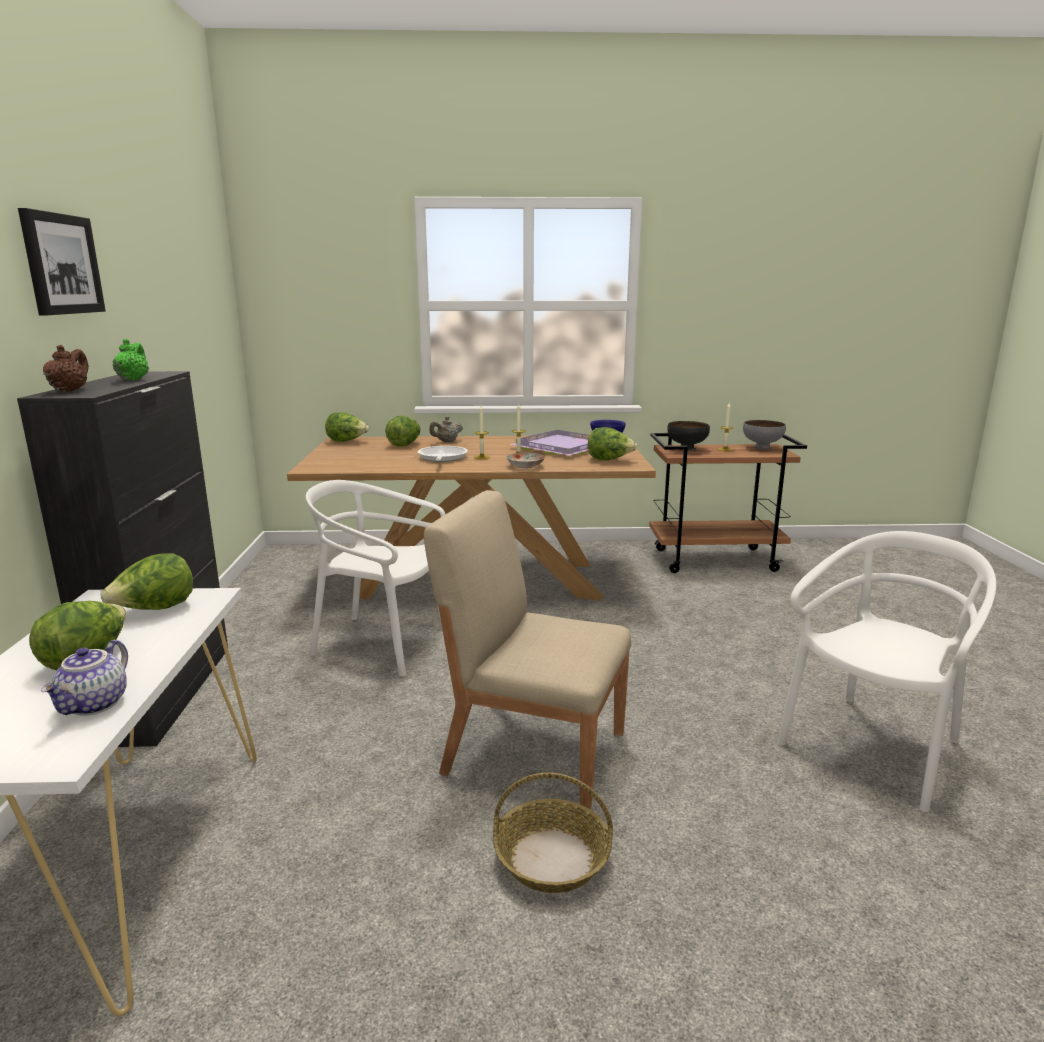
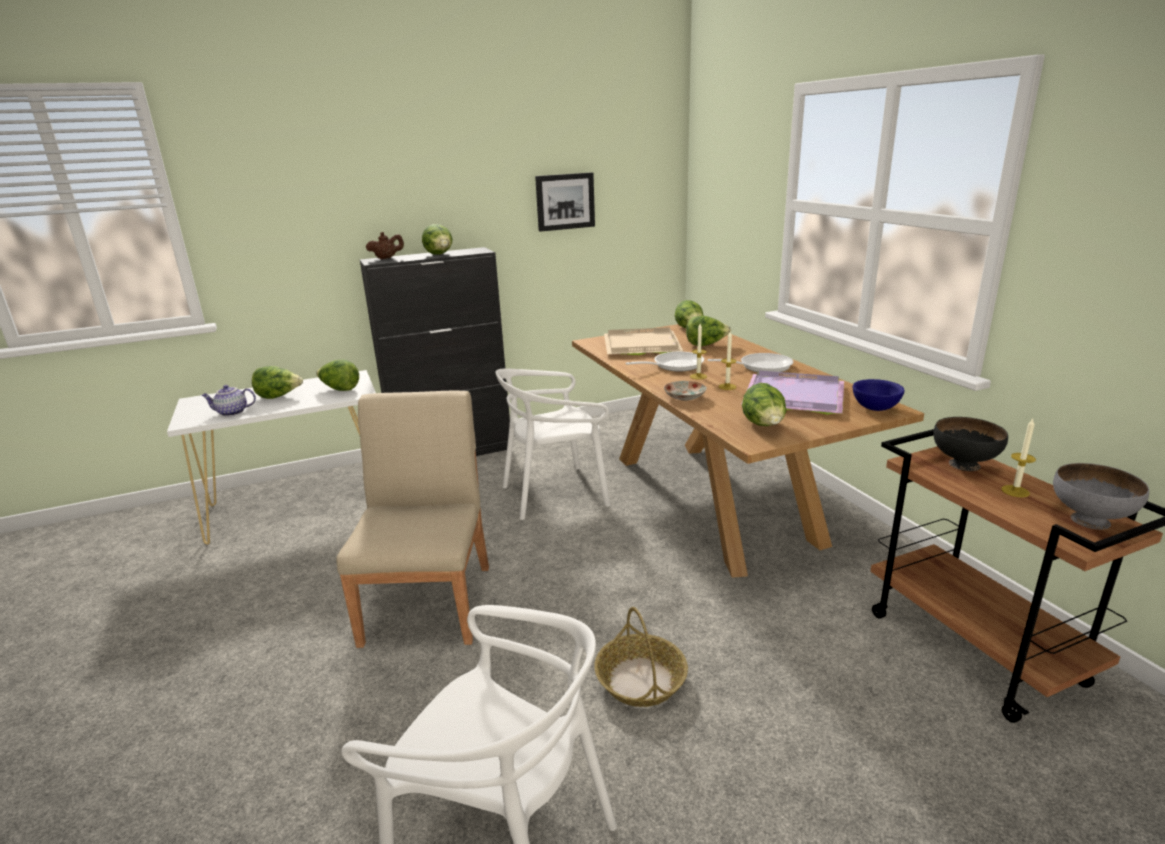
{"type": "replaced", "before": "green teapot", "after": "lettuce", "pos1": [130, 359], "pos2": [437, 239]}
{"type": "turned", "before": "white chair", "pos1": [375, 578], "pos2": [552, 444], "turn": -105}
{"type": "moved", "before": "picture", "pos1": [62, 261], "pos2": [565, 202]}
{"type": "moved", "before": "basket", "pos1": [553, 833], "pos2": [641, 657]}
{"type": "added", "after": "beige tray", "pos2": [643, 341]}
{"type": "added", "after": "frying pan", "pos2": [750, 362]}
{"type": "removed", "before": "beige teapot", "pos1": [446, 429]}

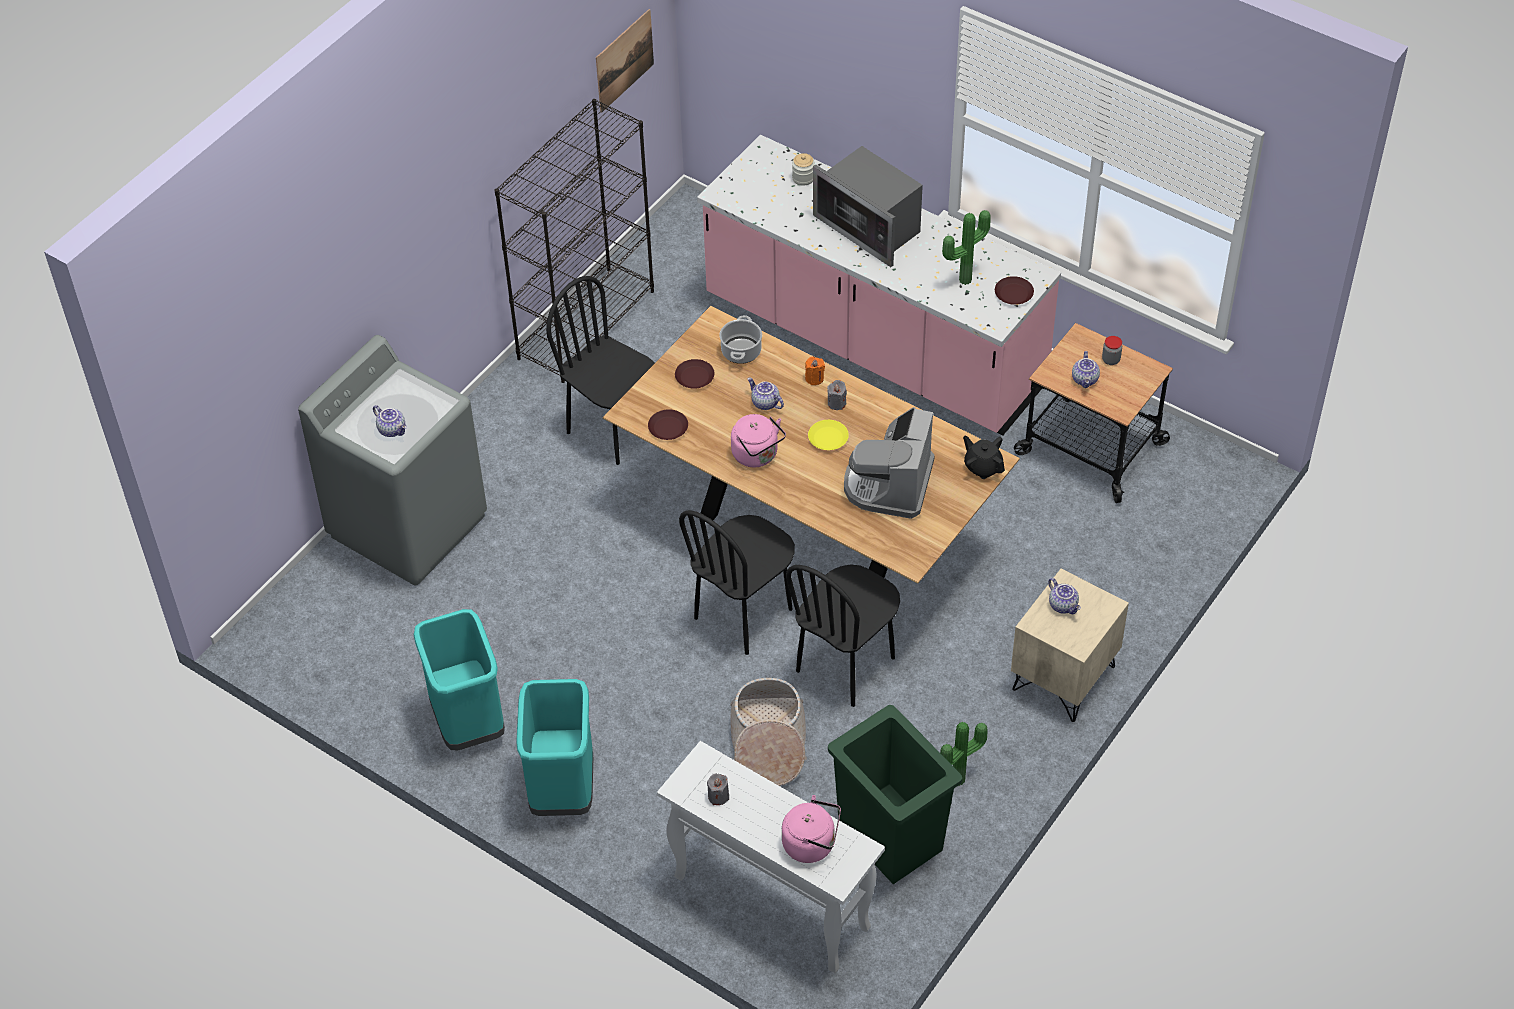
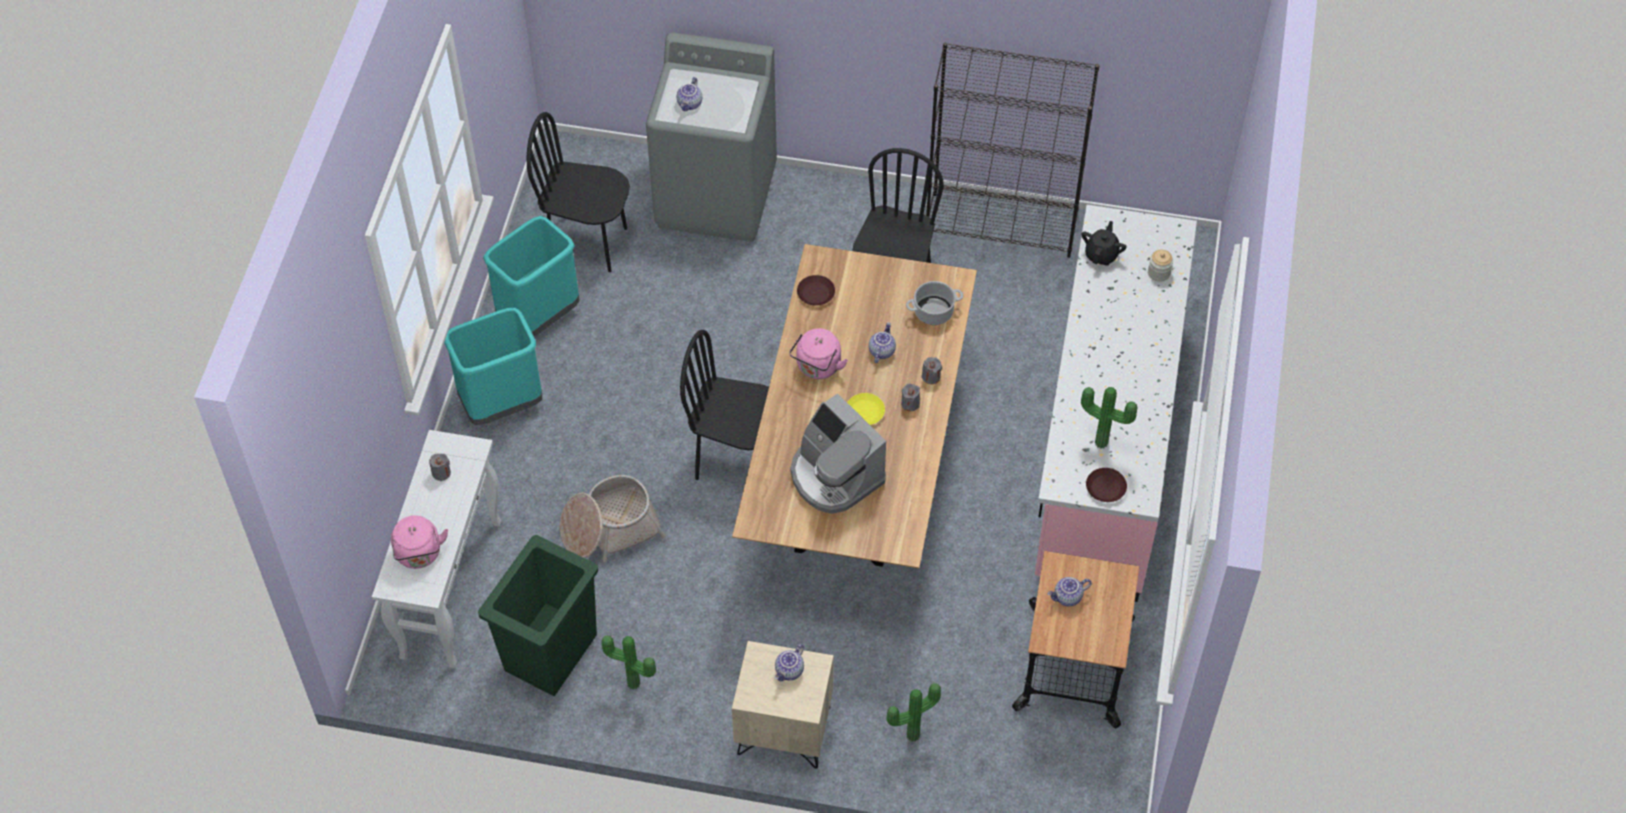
{"type": "moved", "before": "black chair", "pos1": [843, 635], "pos2": [578, 192]}
{"type": "turned", "before": "coffee machine", "pos1": [889, 463], "pos2": [838, 454], "turn": -120}
{"type": "added", "after": "potted plant", "pos2": [913, 712]}
{"type": "recoloured", "before": "orange candle", "after": "grey candle", "pos1": [815, 371], "pos2": [931, 370]}
{"type": "moved", "before": "black teapot", "pos1": [984, 457], "pos2": [1104, 243]}
{"type": "removed", "before": "picture", "pos1": [625, 61]}
{"type": "removed", "before": "brown plate", "pos1": [694, 374]}
{"type": "removed", "before": "microwave", "pos1": [868, 206]}
{"type": "removed", "before": "jar", "pos1": [1112, 350]}

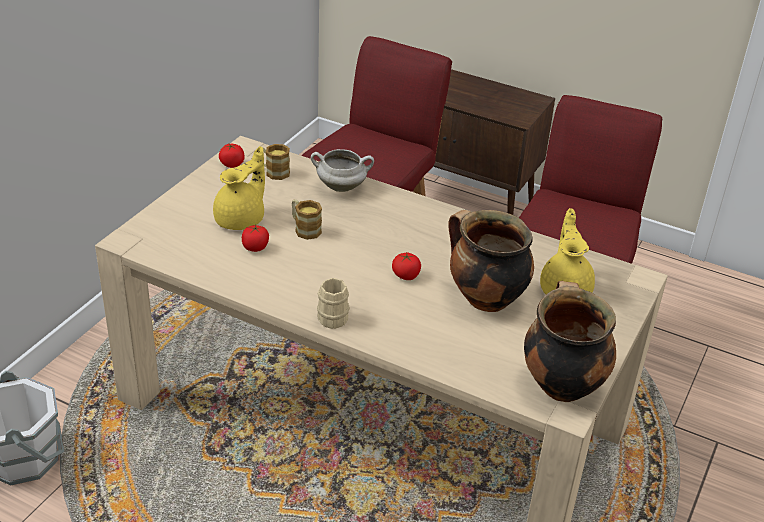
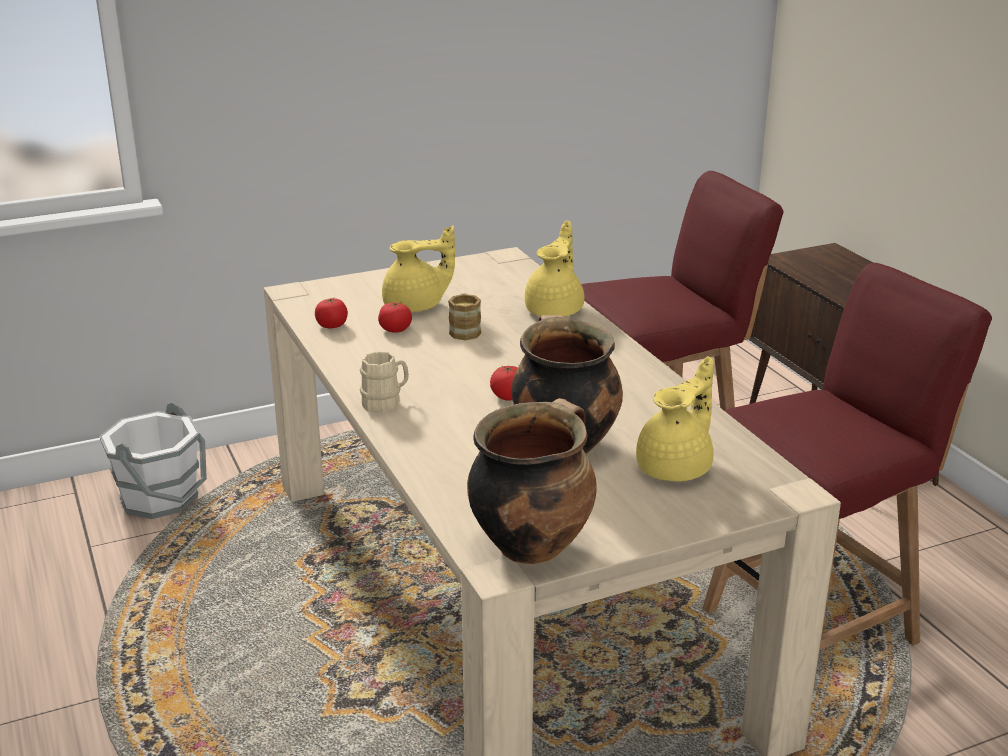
{"type": "moved", "before": "tomato", "pos1": [232, 156], "pos2": [331, 313]}
{"type": "replaced", "before": "white cooking pot", "after": "yellow teapot", "pos1": [342, 170], "pos2": [554, 268]}
{"type": "removed", "before": "mug", "pos1": [275, 162]}

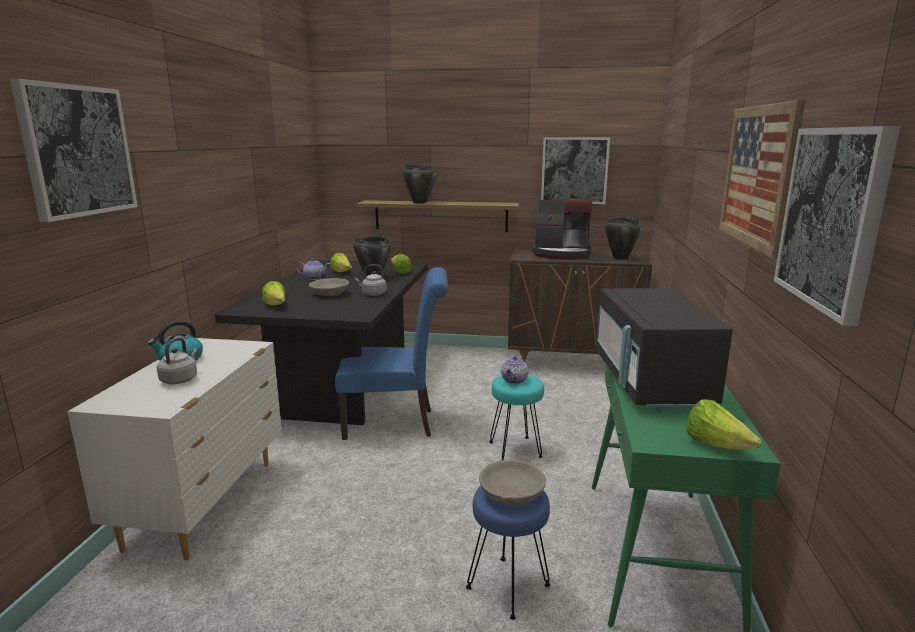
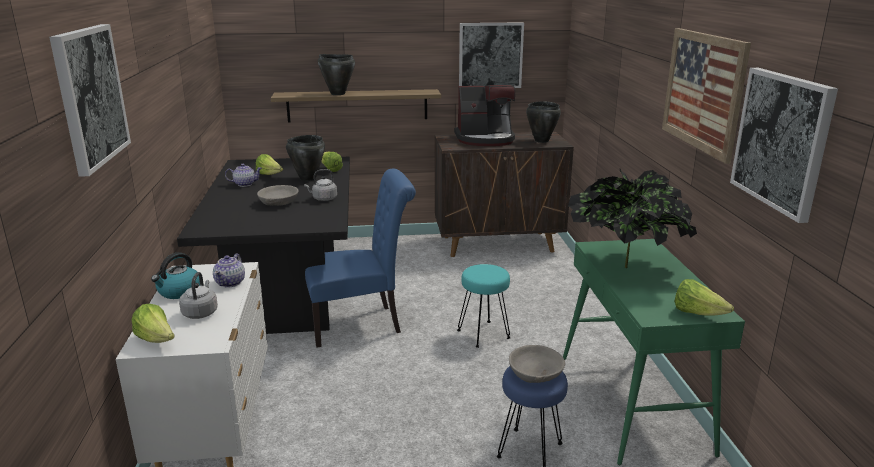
{"type": "moved", "before": "lettuce", "pos1": [274, 293], "pos2": [153, 323]}
{"type": "moved", "before": "teapot", "pos1": [514, 369], "pos2": [229, 270]}
{"type": "replaced", "before": "black microwave", "after": "potted plant", "pos1": [664, 350], "pos2": [632, 218]}

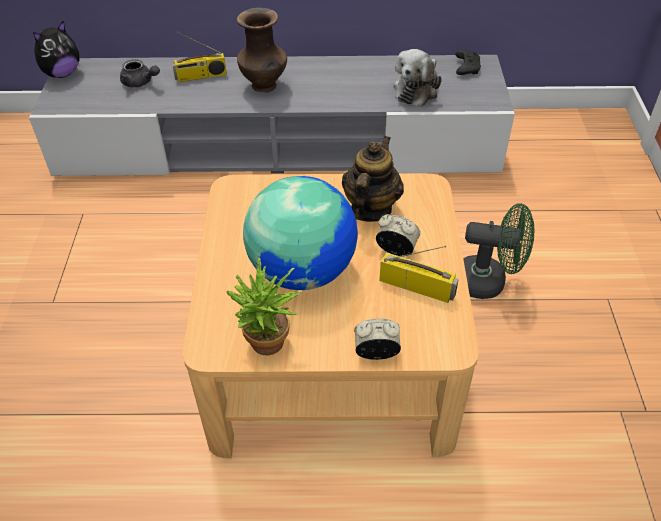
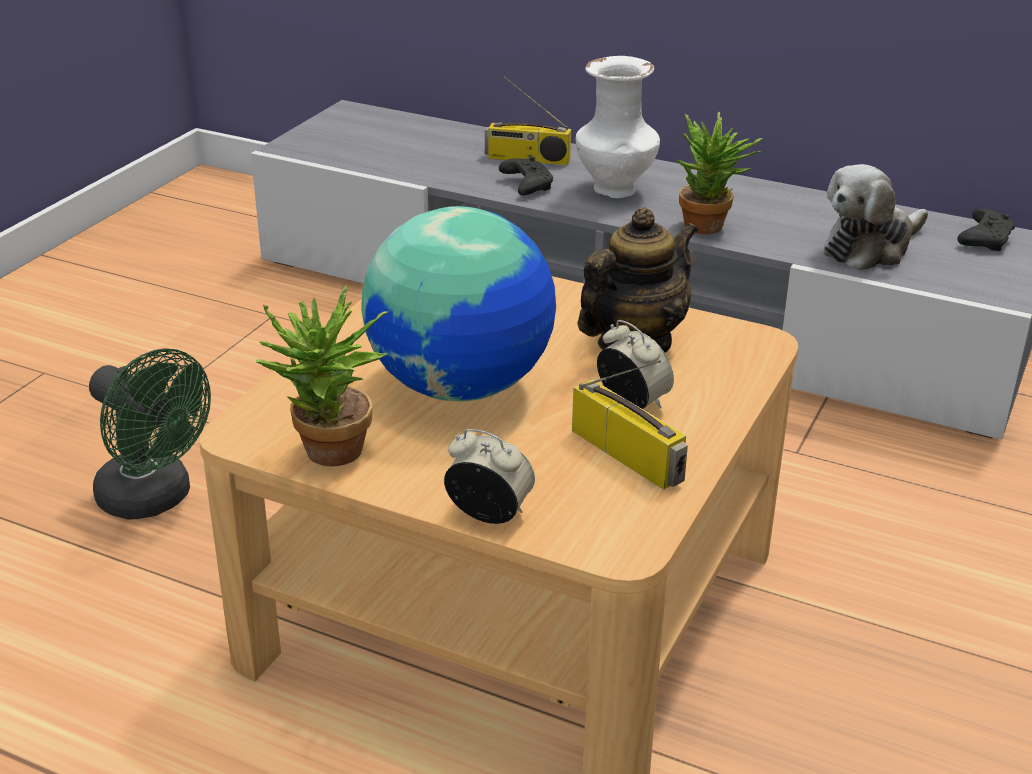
{"type": "moved", "before": "green fan", "pos1": [498, 251], "pos2": [150, 434]}
{"type": "added", "after": "black game controller", "pos2": [526, 175]}
{"type": "recoloured", "before": "brown vase", "after": "white vase", "pos1": [262, 50], "pos2": [618, 127]}
{"type": "added", "after": "potted plant", "pos2": [719, 173]}
{"type": "removed", "before": "plush toy", "pos1": [56, 49]}
{"type": "removed", "before": "grey teapot", "pos1": [140, 73]}

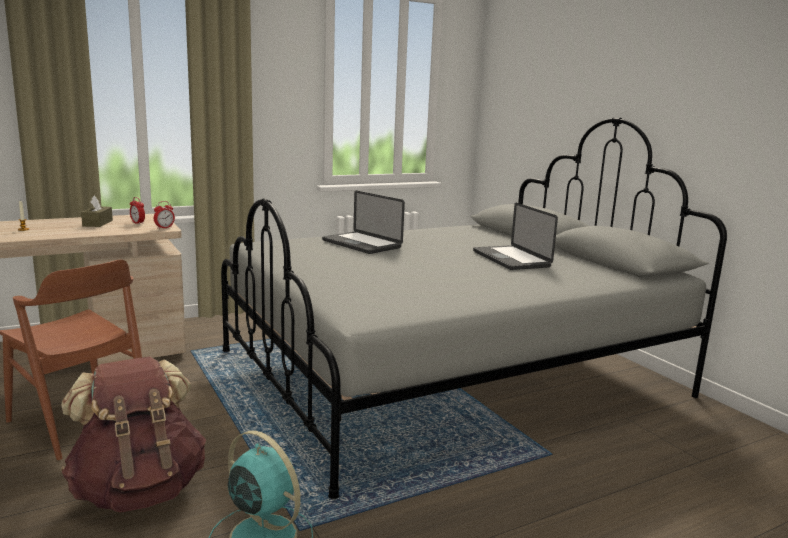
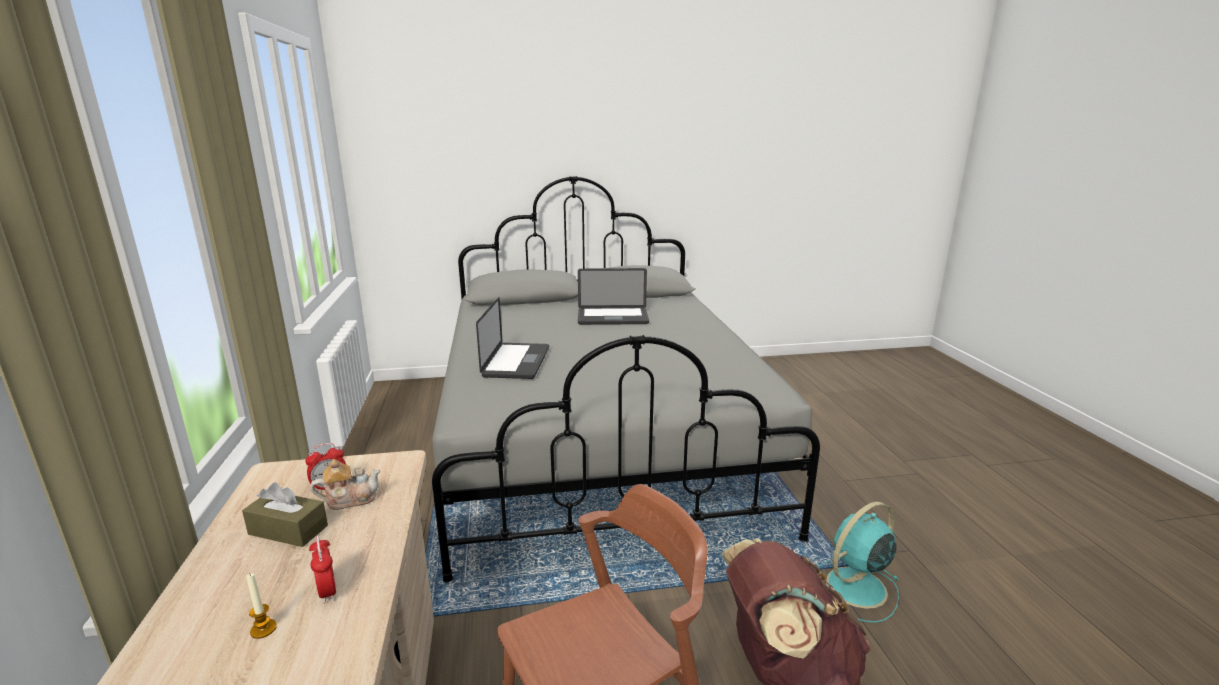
{"type": "moved", "before": "alarm clock", "pos1": [164, 215], "pos2": [322, 569]}
{"type": "added", "after": "teapot", "pos2": [346, 484]}
{"type": "turned", "before": "laptop", "pos1": [363, 222], "pos2": [512, 338], "turn": -60}

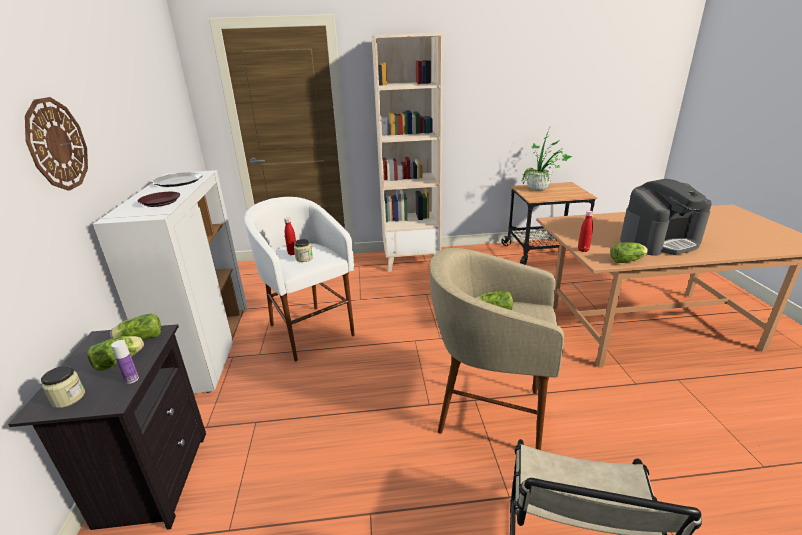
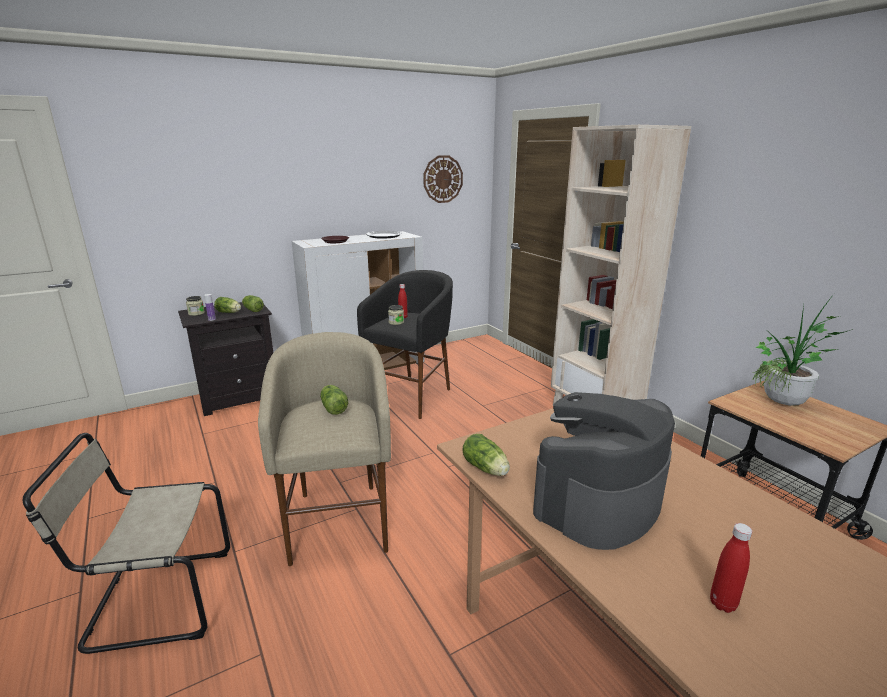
{"type": "recoloured", "before": "white stool", "after": "black stool", "pos1": [299, 279], "pos2": [405, 344]}
{"type": "moved", "before": "wall clock", "pos1": [56, 144], "pos2": [443, 179]}
{"type": "turned", "before": "coffee machine", "pos1": [666, 217], "pos2": [604, 471], "turn": 90}
{"type": "moved", "before": "red bottle", "pos1": [585, 231], "pos2": [731, 568]}

